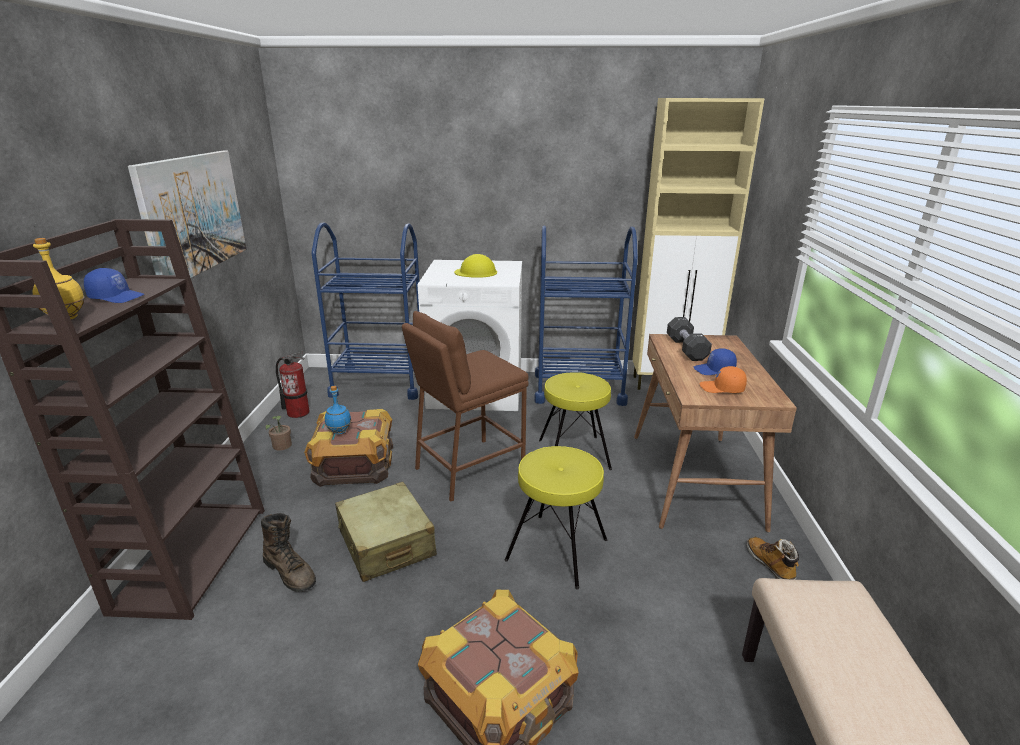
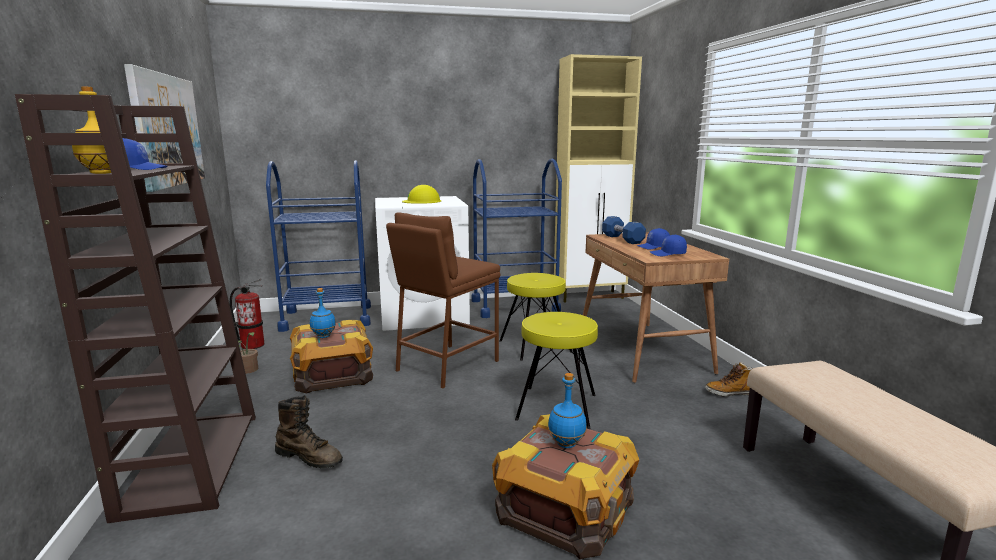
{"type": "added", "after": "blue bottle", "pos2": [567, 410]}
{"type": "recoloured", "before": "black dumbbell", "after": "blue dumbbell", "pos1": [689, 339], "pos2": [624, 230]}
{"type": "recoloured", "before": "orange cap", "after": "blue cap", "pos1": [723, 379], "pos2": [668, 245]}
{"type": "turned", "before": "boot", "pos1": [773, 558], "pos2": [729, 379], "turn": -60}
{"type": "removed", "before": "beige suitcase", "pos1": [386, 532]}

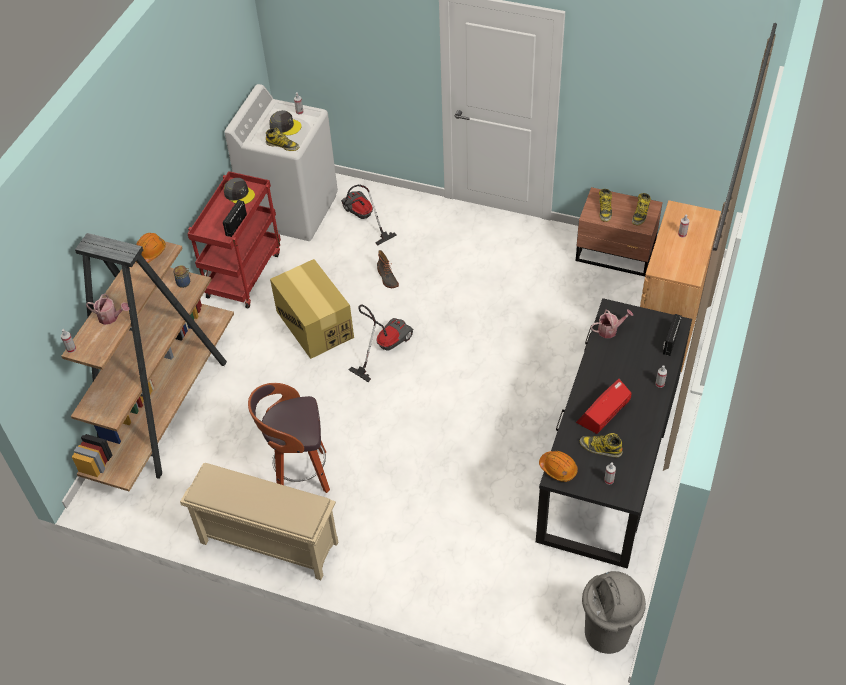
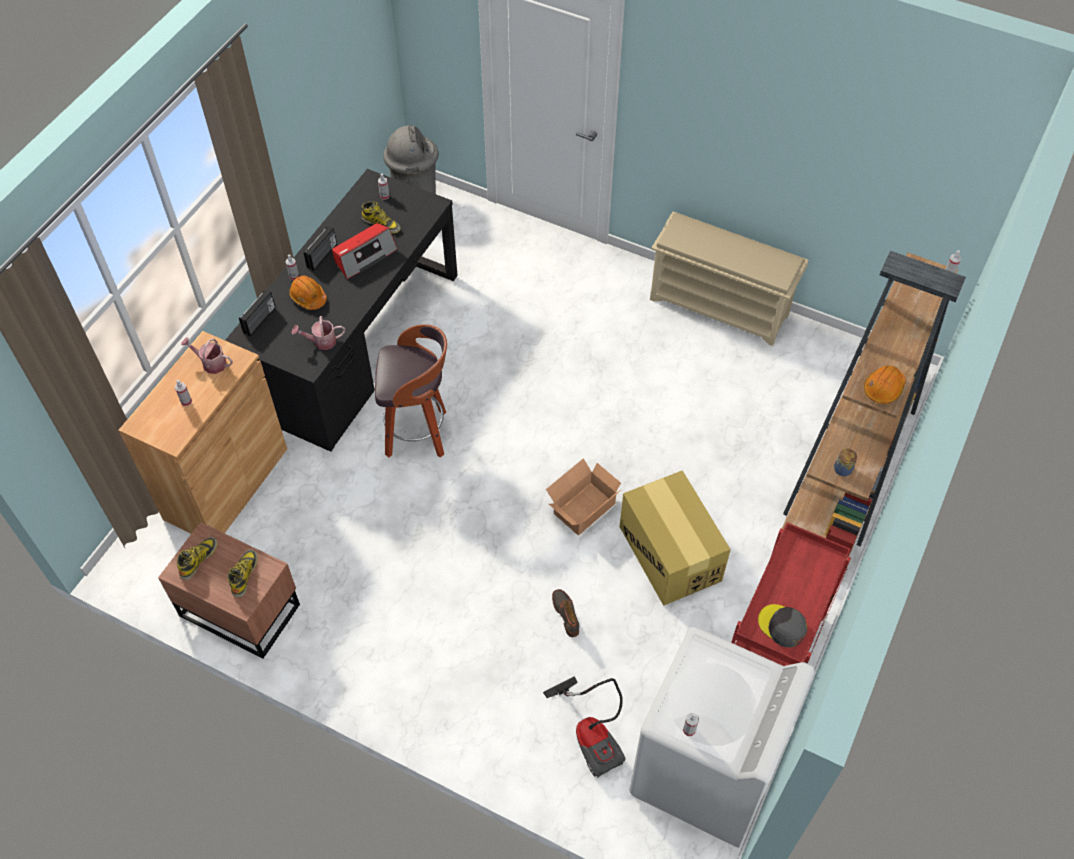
{"type": "moved", "before": "watering can", "pos1": [108, 309], "pos2": [207, 355]}
{"type": "moved", "before": "orange hard hat", "pos1": [558, 466], "pos2": [308, 292]}
{"type": "moved", "before": "radio", "pos1": [235, 218], "pos2": [320, 248]}
{"type": "moved", "before": "stool", "pos1": [289, 438], "pos2": [411, 391]}
{"type": "replaced", "before": "vacuum cleaner", "after": "cardboard box", "pos1": [381, 343], "pos2": [584, 496]}
{"type": "removed", "before": "boot", "pos1": [282, 139]}
{"type": "removed", "before": "grey cap", "pos1": [285, 122]}

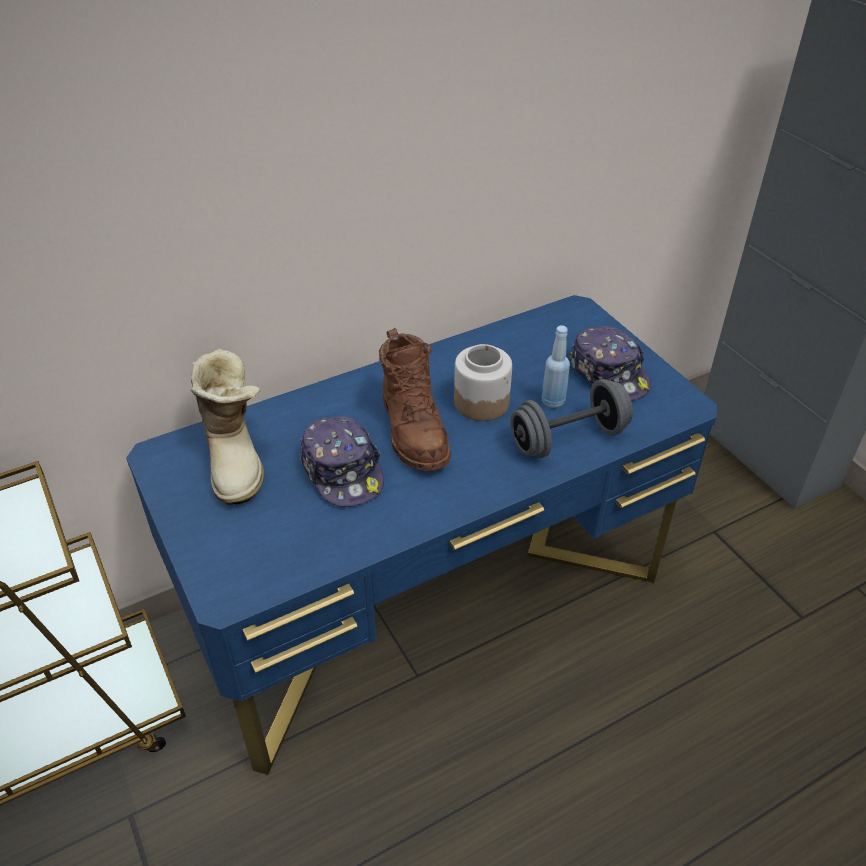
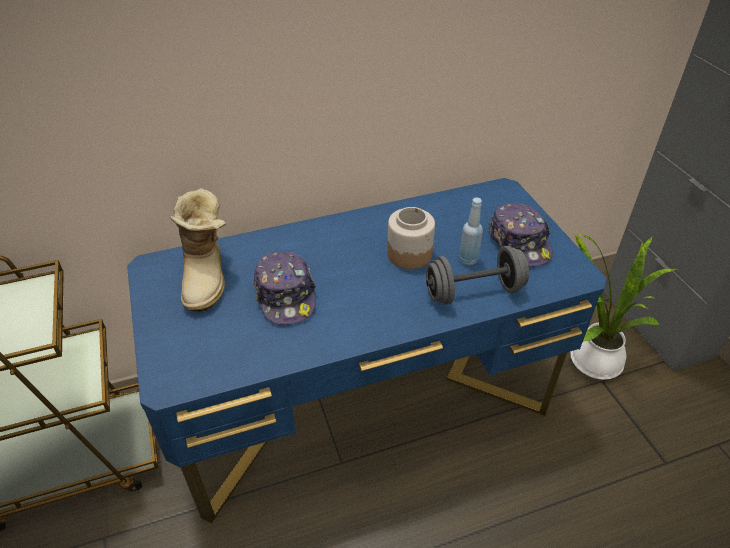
{"type": "added", "after": "potted plant", "pos2": [623, 306]}
{"type": "removed", "before": "brown boot", "pos1": [415, 399]}

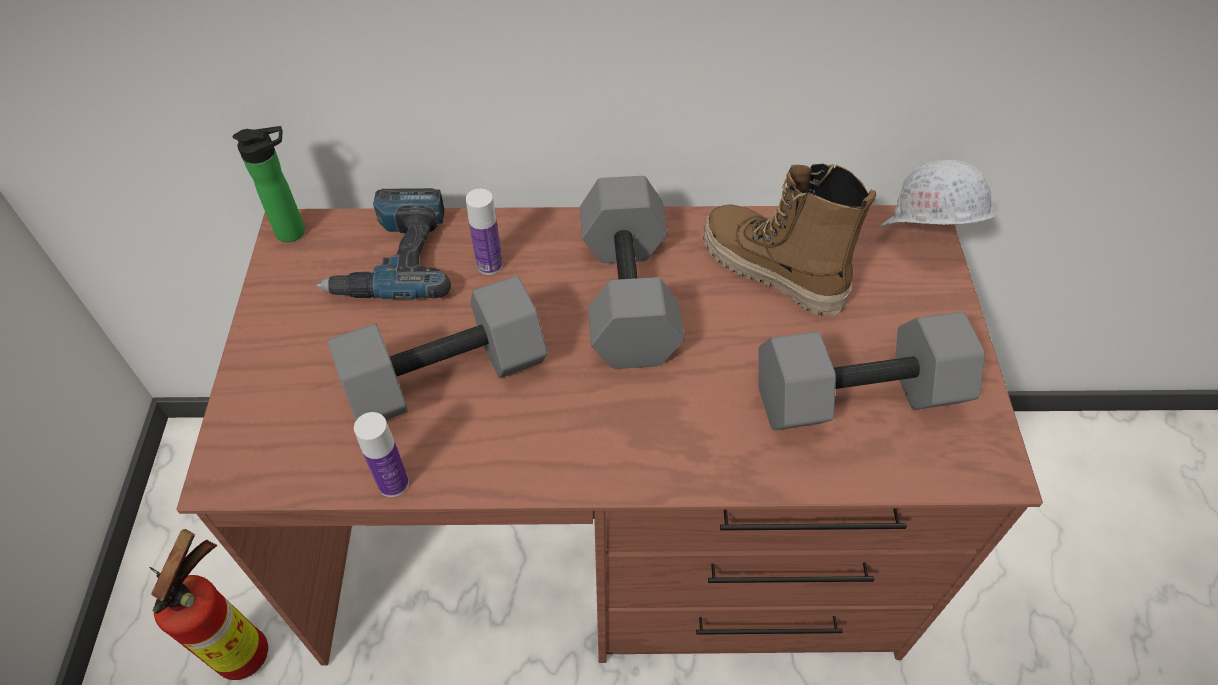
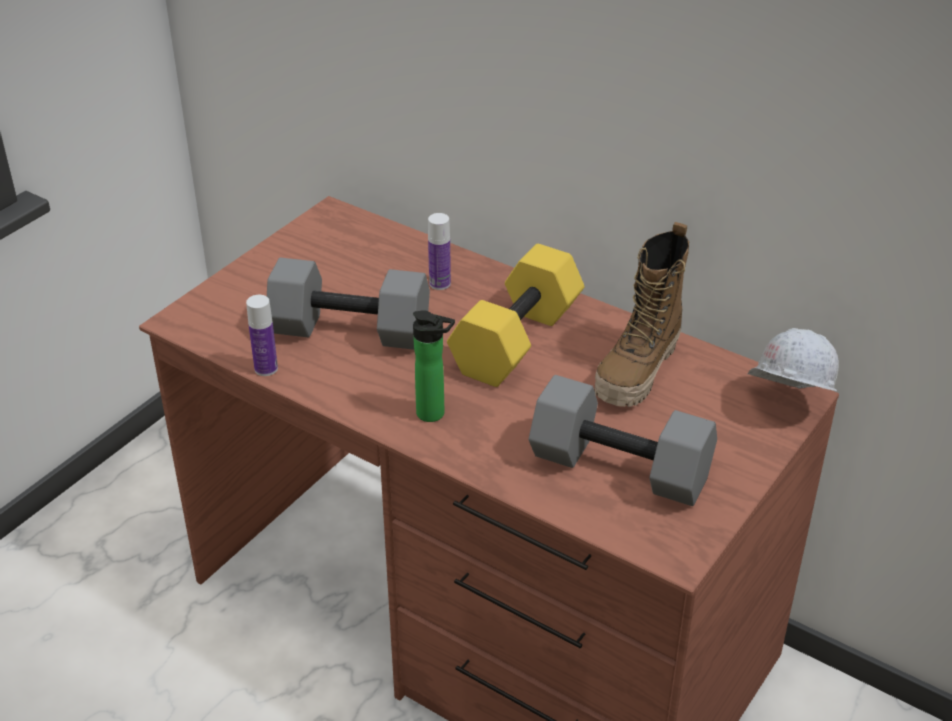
{"type": "moved", "before": "bottle", "pos1": [269, 184], "pos2": [434, 366]}
{"type": "recoloured", "before": "grey dumbbell", "after": "yellow dumbbell", "pos1": [632, 272], "pos2": [515, 315]}
{"type": "turned", "before": "boot", "pos1": [789, 240], "pos2": [641, 314], "turn": -135}
{"type": "removed", "before": "fire extinguisher", "pos1": [208, 604]}
{"type": "removed", "before": "power drill", "pos1": [384, 243]}

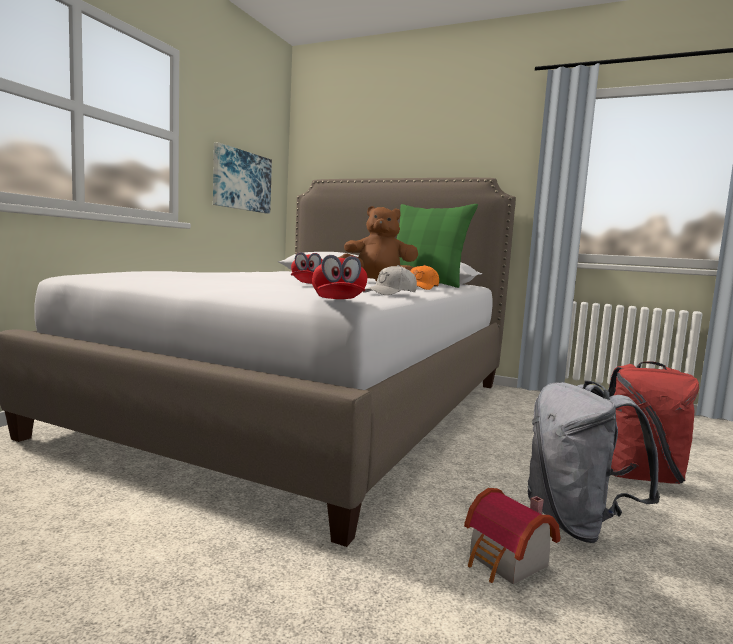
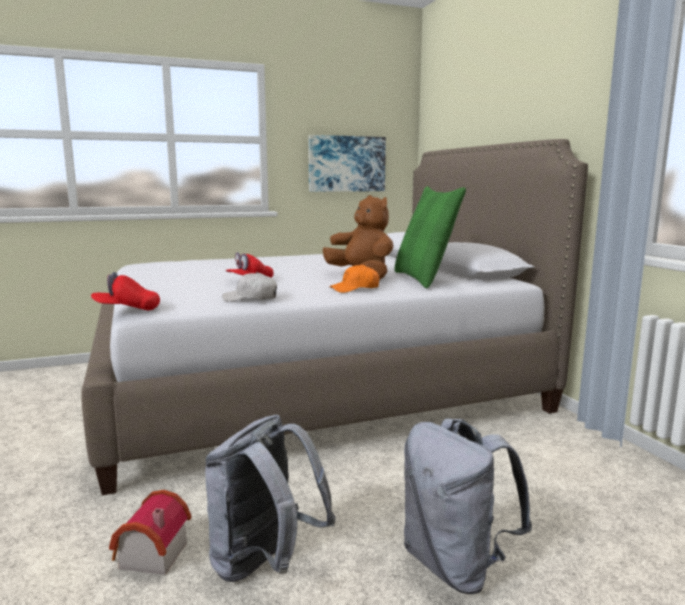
{"type": "turned", "before": "red cap", "pos1": [339, 277], "pos2": [125, 291], "turn": 45}
{"type": "recoloured", "before": "red backpack", "after": "grey backpack", "pos1": [653, 422], "pos2": [468, 506]}

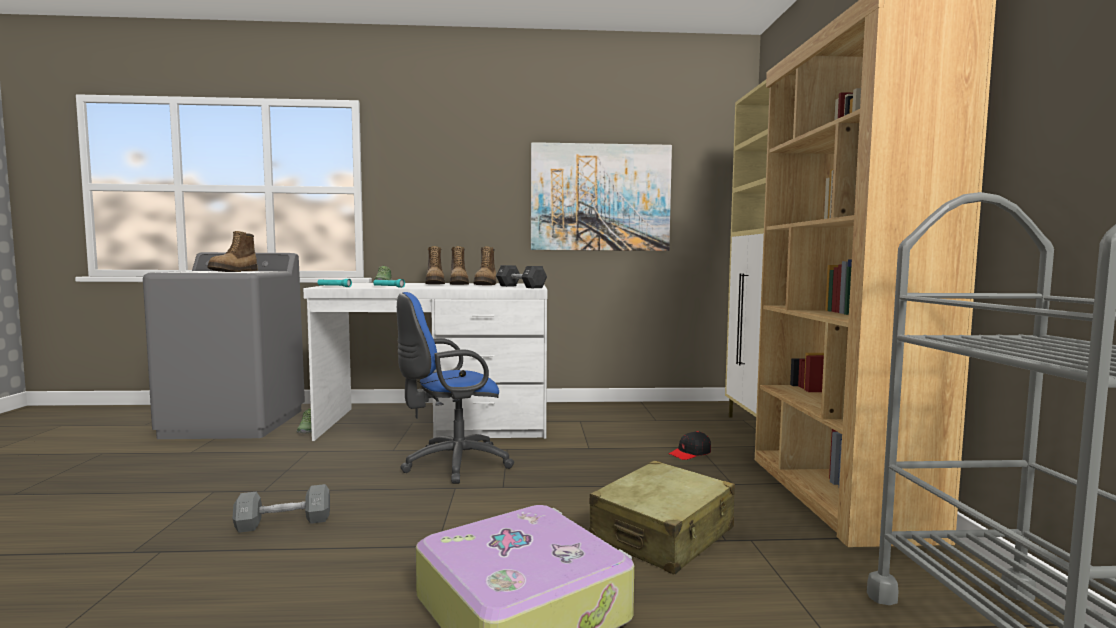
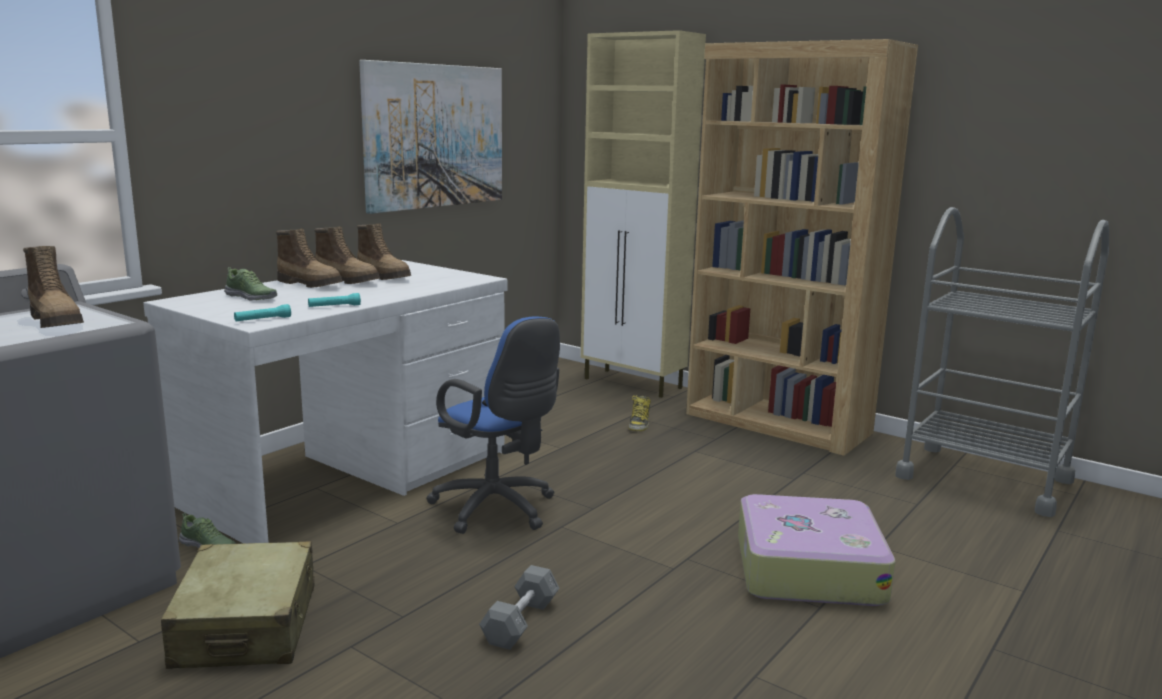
{"type": "moved", "before": "beige suitcase", "pos1": [662, 518], "pos2": [237, 605]}
{"type": "turned", "before": "blue office chair", "pos1": [455, 388], "pos2": [493, 425], "turn": -60}
{"type": "replaced", "before": "black cap", "after": "boot", "pos1": [689, 445], "pos2": [640, 413]}
{"type": "removed", "before": "black dumbbell", "pos1": [521, 276]}

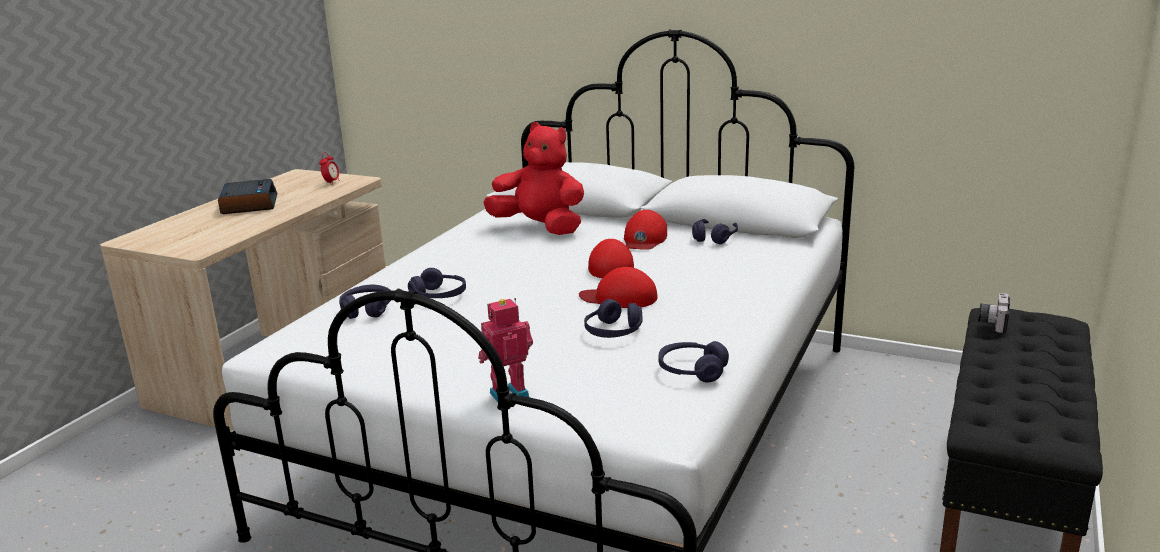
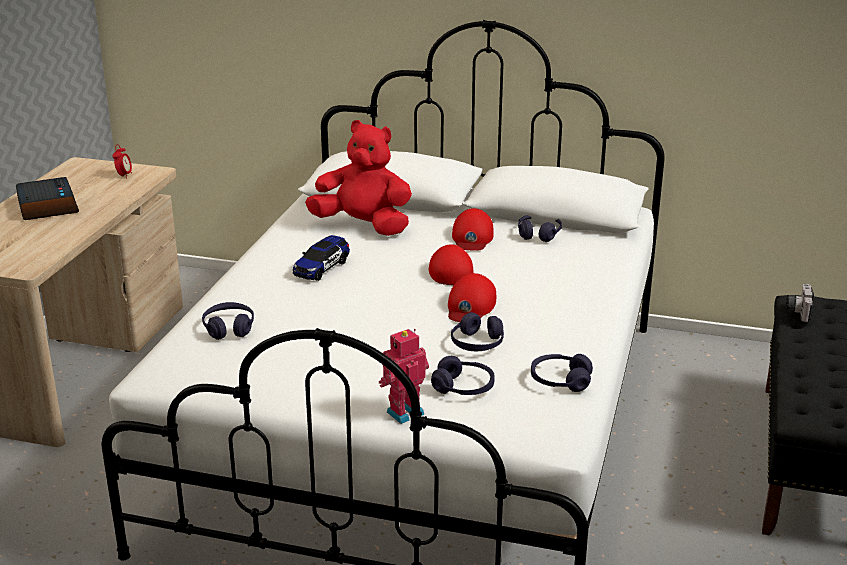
{"type": "added", "after": "toy car", "pos2": [321, 258]}
{"type": "moved", "before": "purple headphones", "pos1": [437, 283], "pos2": [463, 375]}
{"type": "turned", "before": "red cap", "pos1": [618, 287], "pos2": [472, 297], "turn": -75}

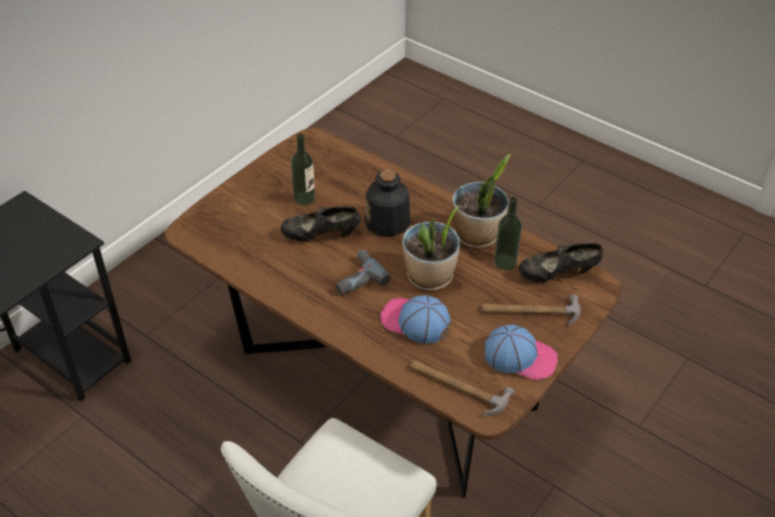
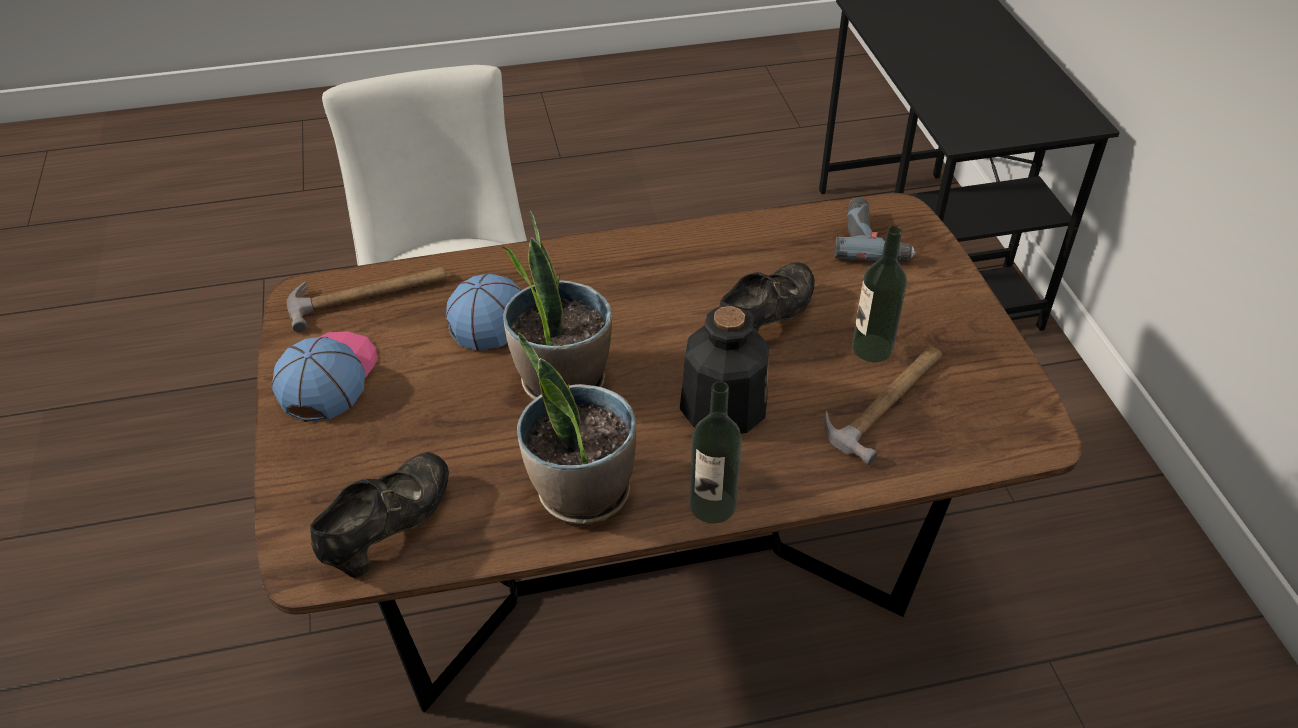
{"type": "turned", "before": "cap", "pos1": [520, 352], "pos2": [324, 376], "turn": 135}
{"type": "moved", "before": "bottle", "pos1": [508, 233], "pos2": [715, 452]}
{"type": "moved", "before": "hammer", "pos1": [531, 310], "pos2": [883, 405]}
{"type": "moved", "before": "power drill", "pos1": [363, 272], "pos2": [875, 229]}

